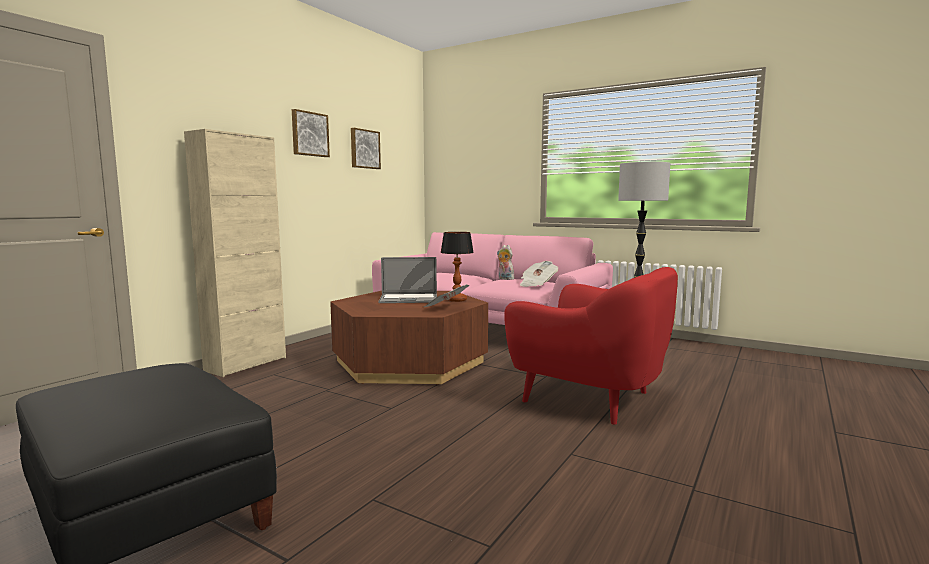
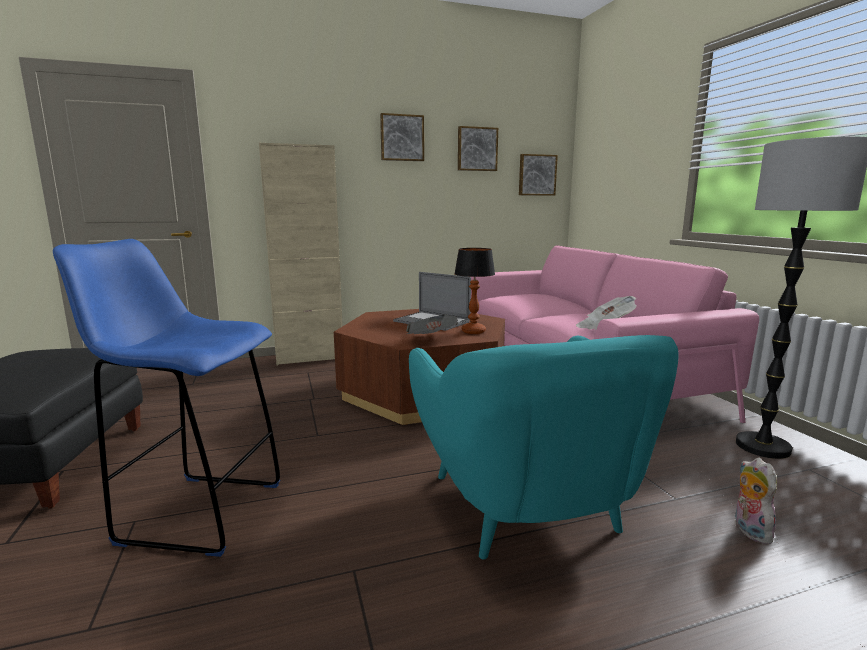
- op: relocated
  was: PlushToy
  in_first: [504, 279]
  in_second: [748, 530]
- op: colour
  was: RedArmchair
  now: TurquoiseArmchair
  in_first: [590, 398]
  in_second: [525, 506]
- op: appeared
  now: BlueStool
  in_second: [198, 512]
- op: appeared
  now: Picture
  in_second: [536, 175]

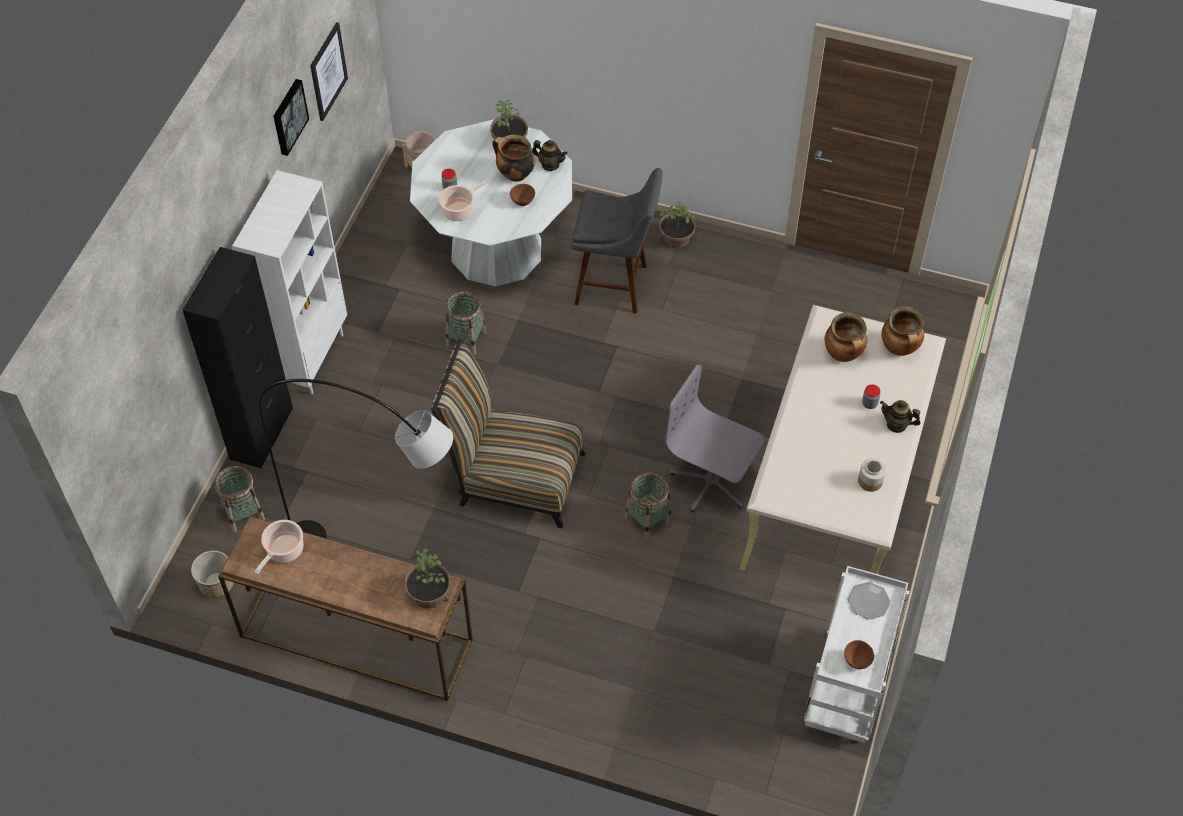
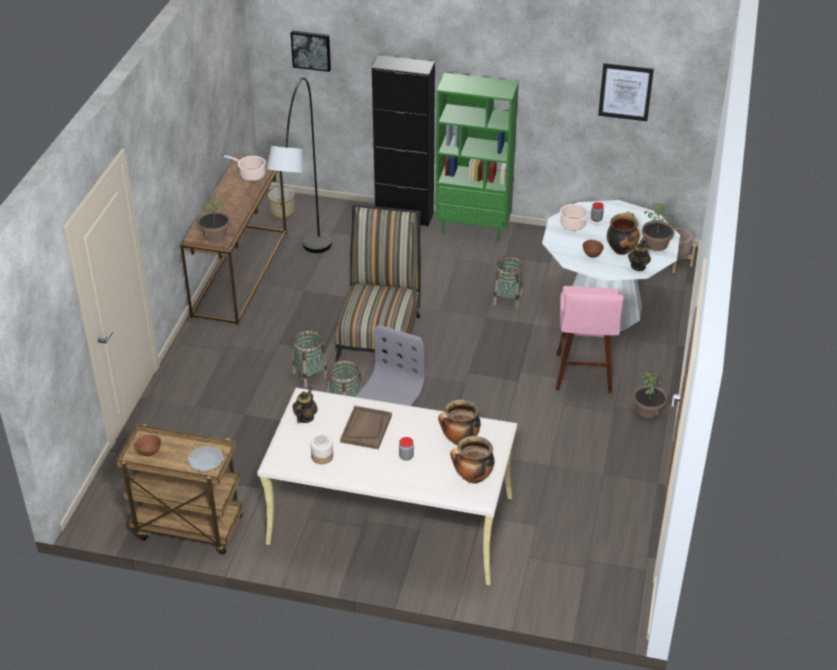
- op: relocated
  was: Basket
  in_first: [243, 513]
  in_second: [310, 375]
- op: colour
  was: WhiteBookcase
  now: GreenBookcase
  in_first: [310, 358]
  in_second: [473, 229]
- op: relocated
  was: Picture
  in_first: [288, 116]
  in_second: [311, 50]
- op: colour
  was: GreyStool
  now: PinkStool
  in_first: [615, 285]
  in_second: [583, 376]
- op: colour
  was: WhiteCart
  now: BrownCart
  in_first: [847, 689]
  in_second: [187, 528]
- op: relocated
  was: Teapot
  in_first: [896, 425]
  in_second: [305, 417]
- op: appeared
  now: BrownTray
  in_second: [366, 428]

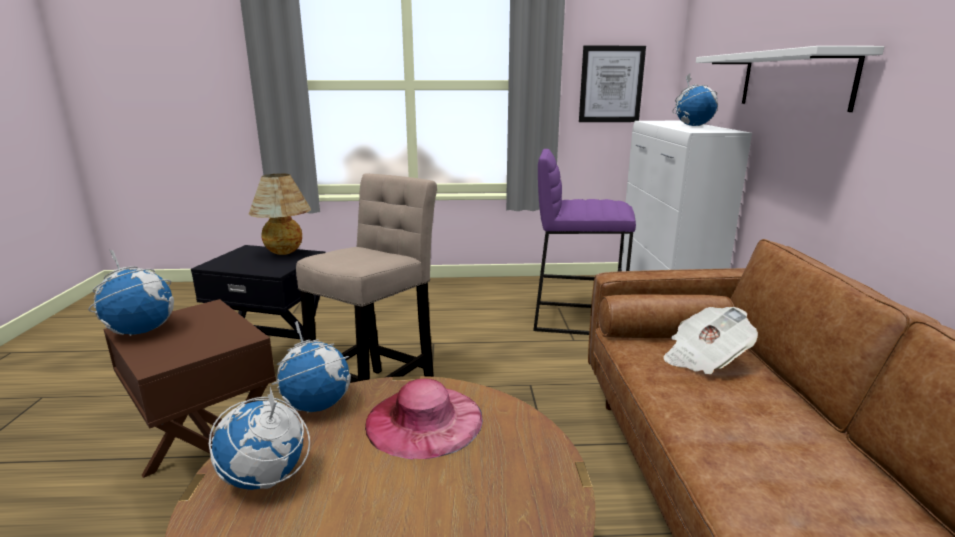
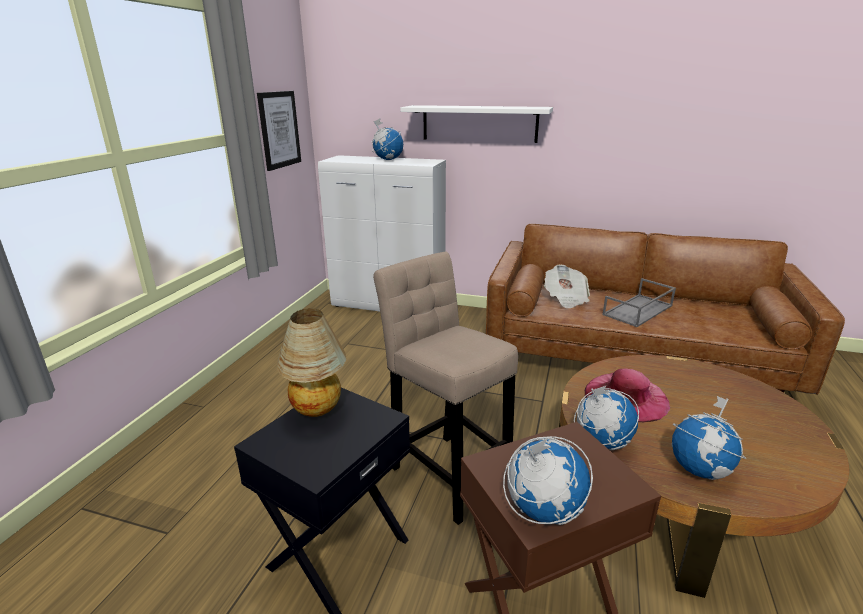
- op: missing
  was: PurpleStool
  in_first: [577, 318]
- op: appeared
  now: GreyTray
  in_second: [638, 311]

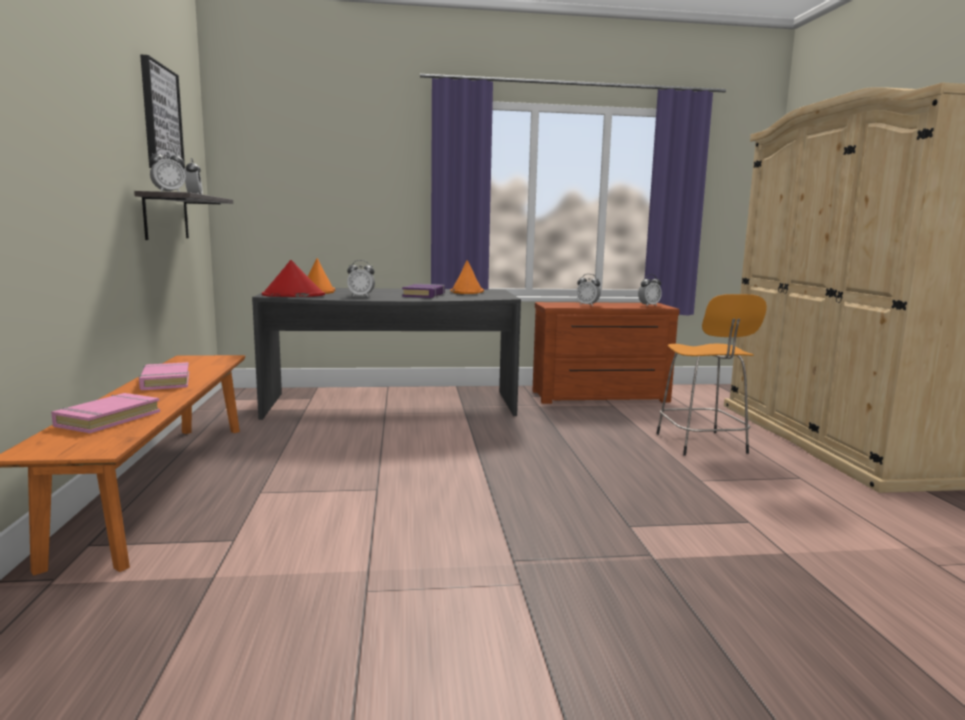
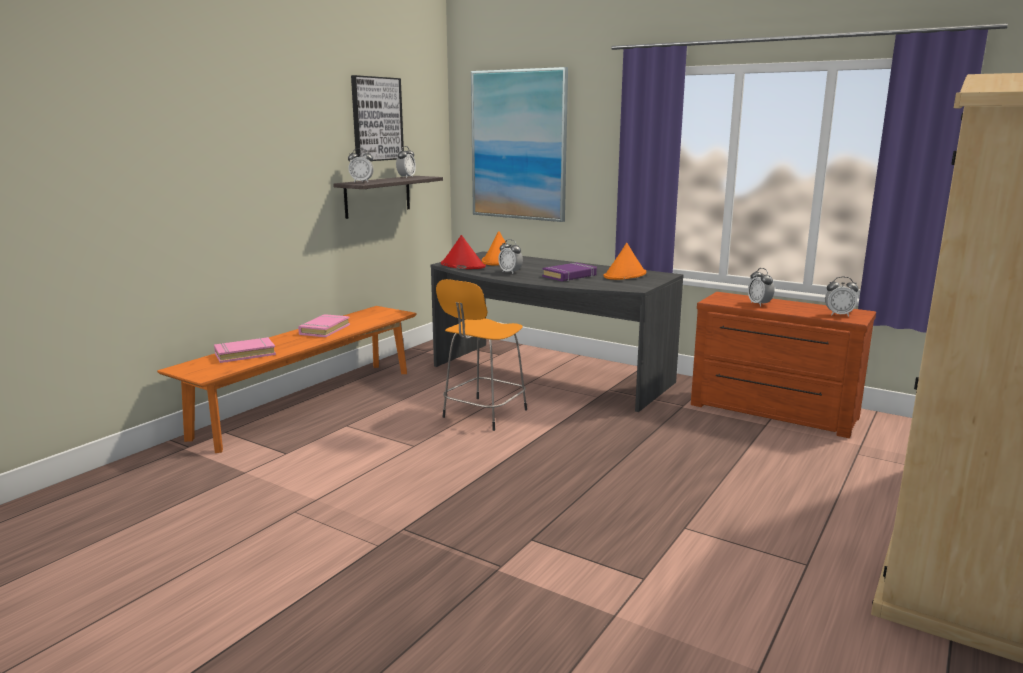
- op: relocated
  was: OrangeStool
  in_first: [702, 444]
  in_second: [483, 414]
- op: appeared
  now: Picture
  in_second: [518, 145]

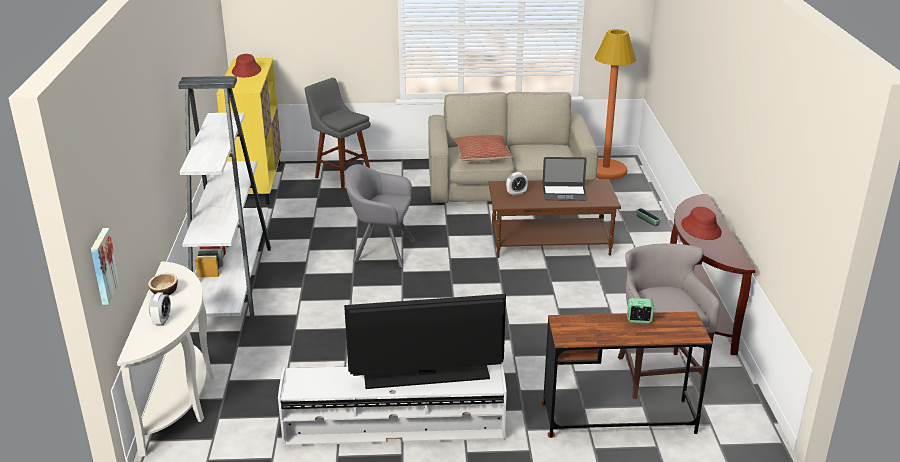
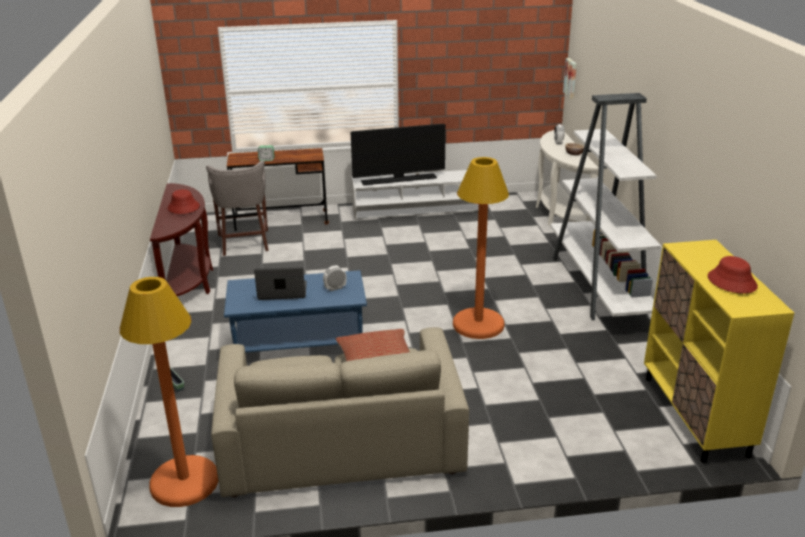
- op: missing
  was: GreyStool
  in_first: [341, 175]
- op: exchanged
  was: GreyArmchair
  now: OrangeFloorLamp
  in_first: [380, 250]
  in_second: [478, 324]
- op: colour
  was: BrownCoffeeTable
  now: BlueCoffeeTable
  in_first: [550, 243]
  in_second: [299, 344]

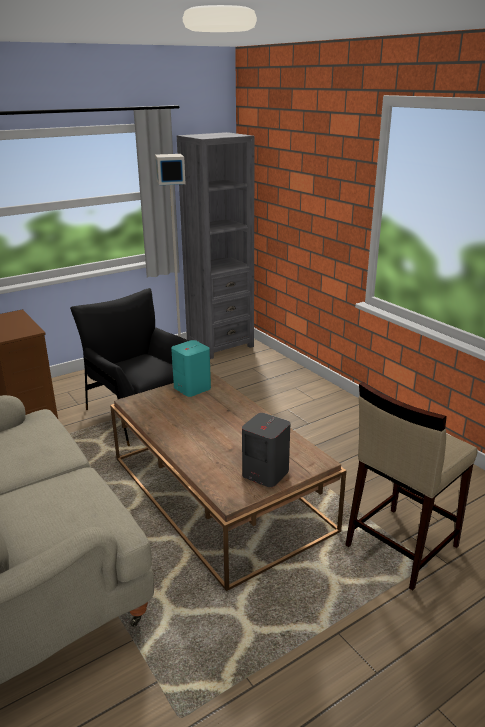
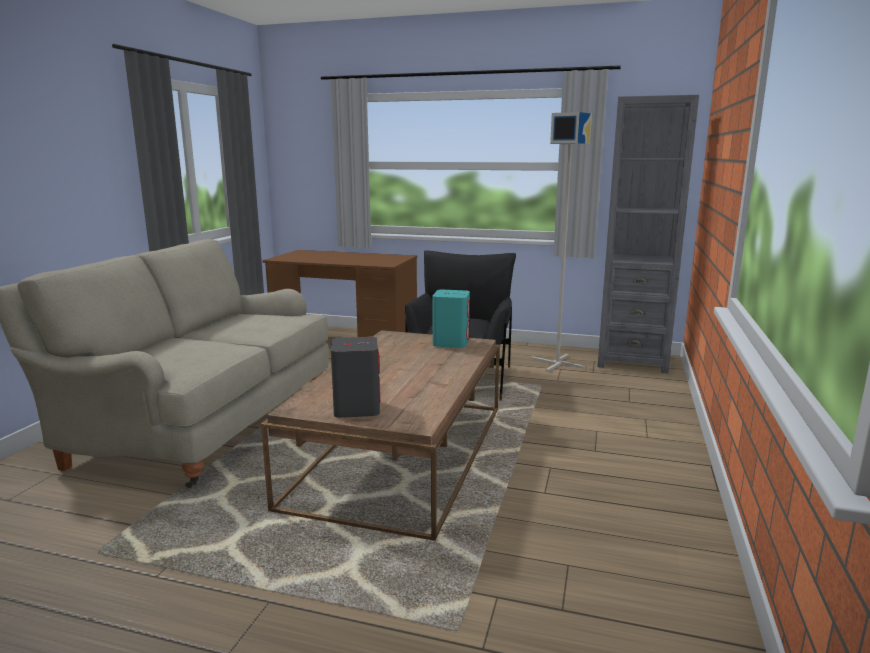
- op: missing
  was: BeigeStool
  in_first: [400, 546]

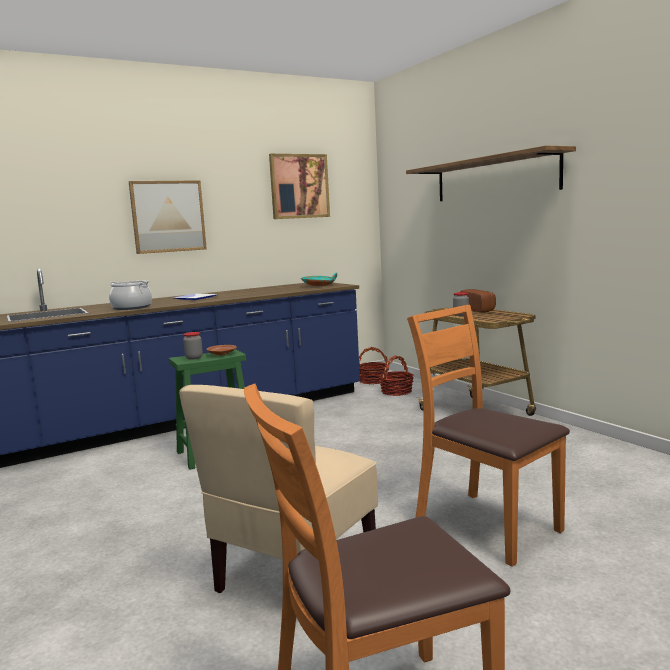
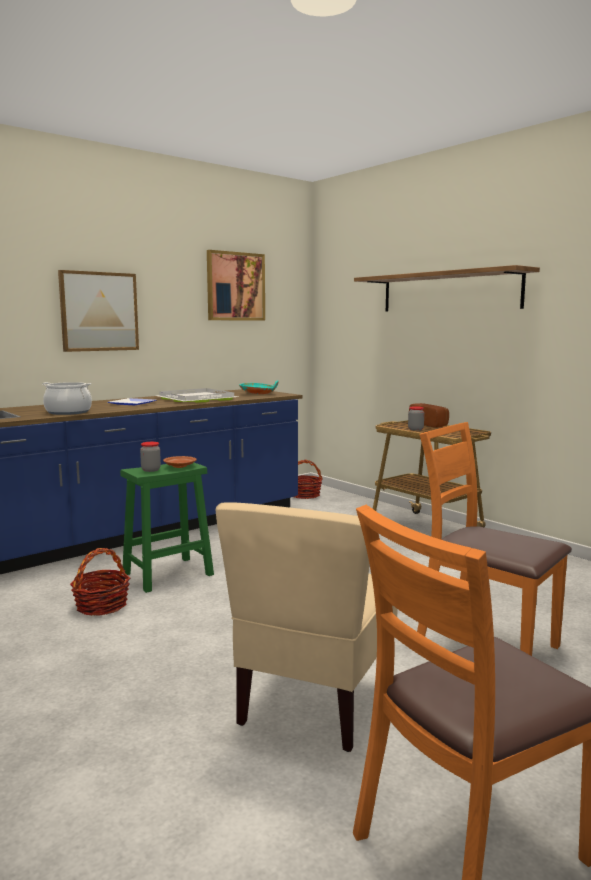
- op: relocated
  was: Basket
  in_first: [396, 392]
  in_second: [102, 605]
- op: appeared
  now: WhiteTray
  in_second: [198, 399]

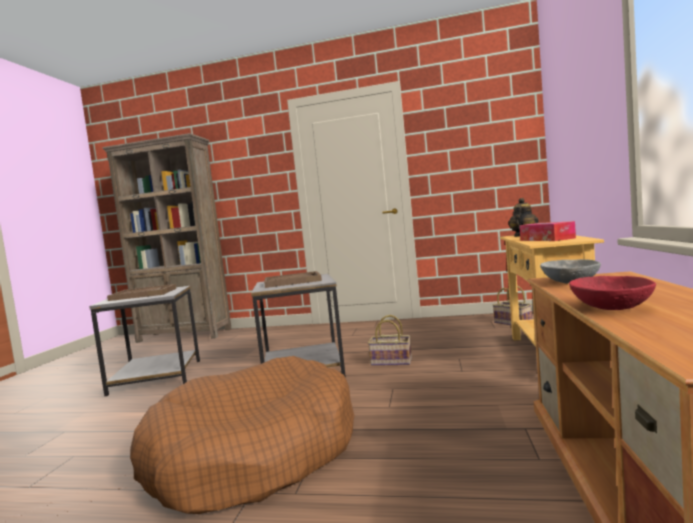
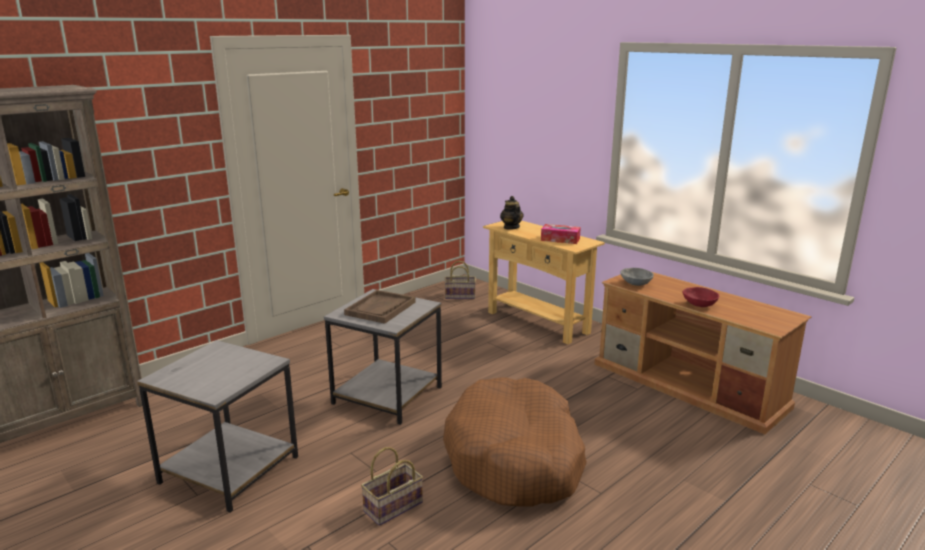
- op: missing
  was: BrownTray
  in_first: [143, 294]
- op: relocated
  was: Basket
  in_first: [390, 362]
  in_second: [392, 508]

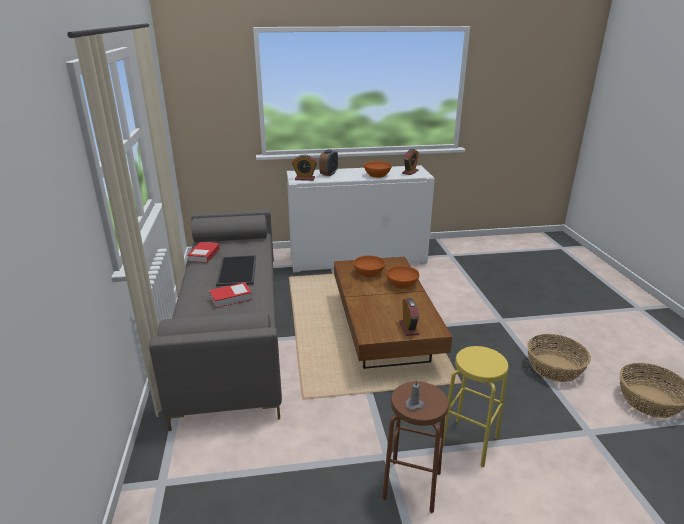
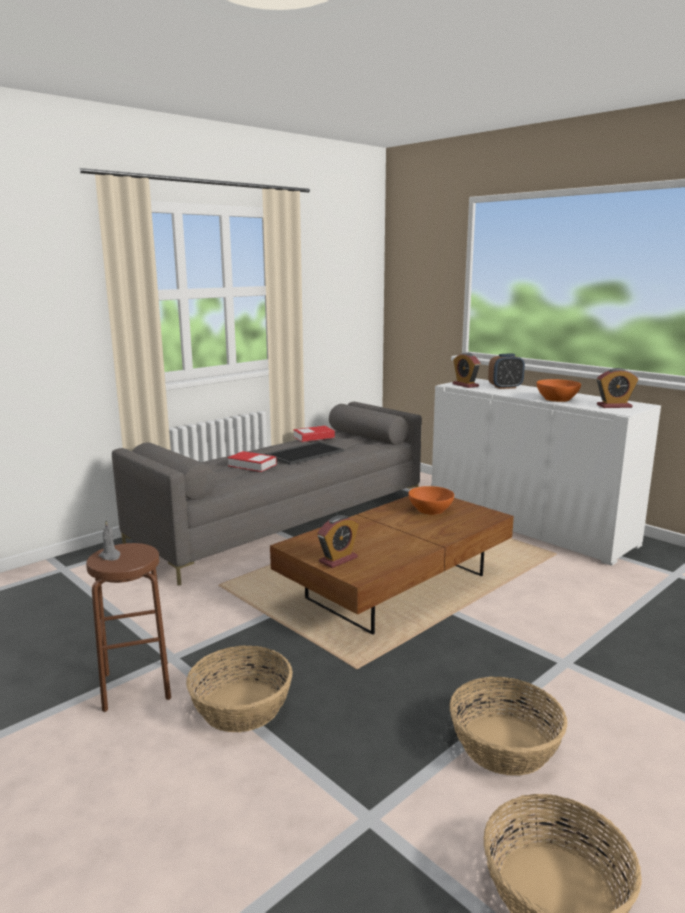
- op: missing
  was: OrangeBowl
  in_first: [402, 284]
- op: exchanged
  was: YellowStool
  now: Basket
  in_first: [469, 442]
  in_second: [241, 706]

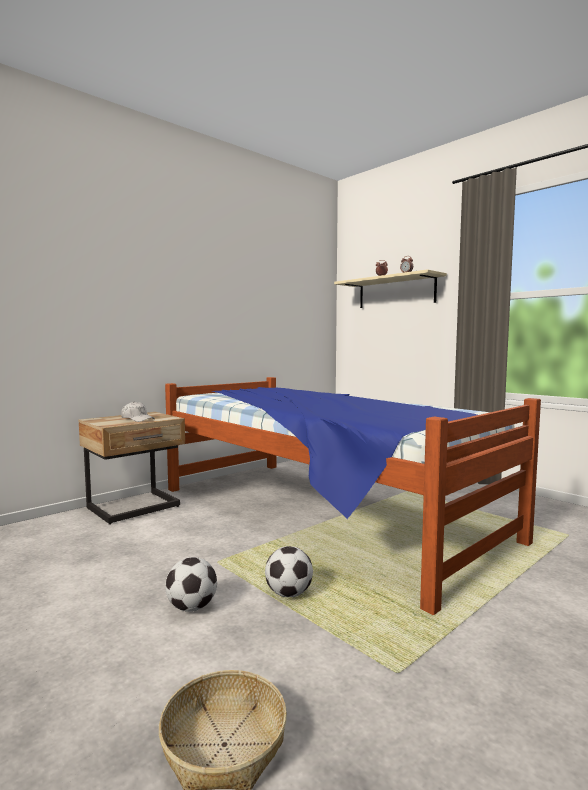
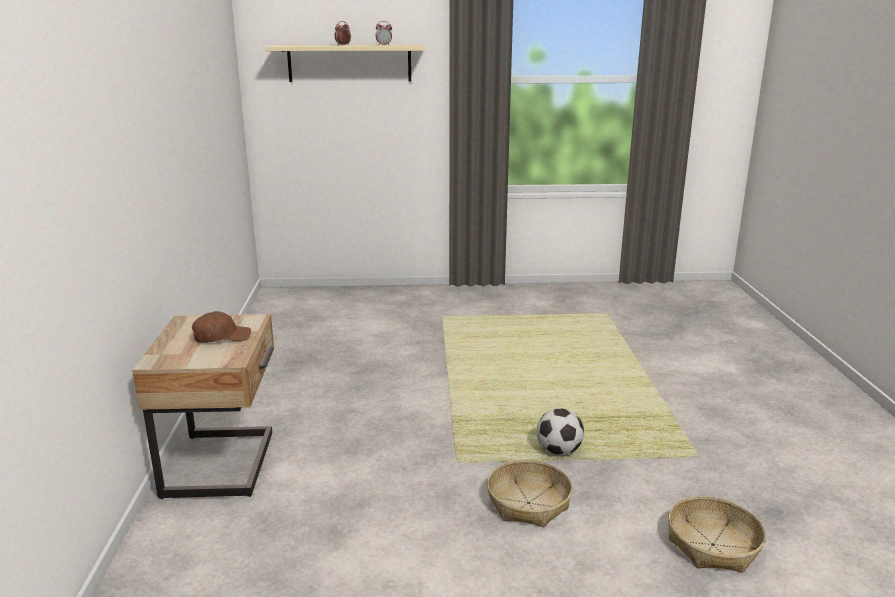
- op: colour
  was: WhiteCap
  now: BrownCap
  in_first: [137, 419]
  in_second: [221, 337]
- op: missing
  was: Bed
  in_first: [320, 513]
- op: exchanged
  was: Football
  now: Basket
  in_first: [192, 607]
  in_second: [528, 503]

